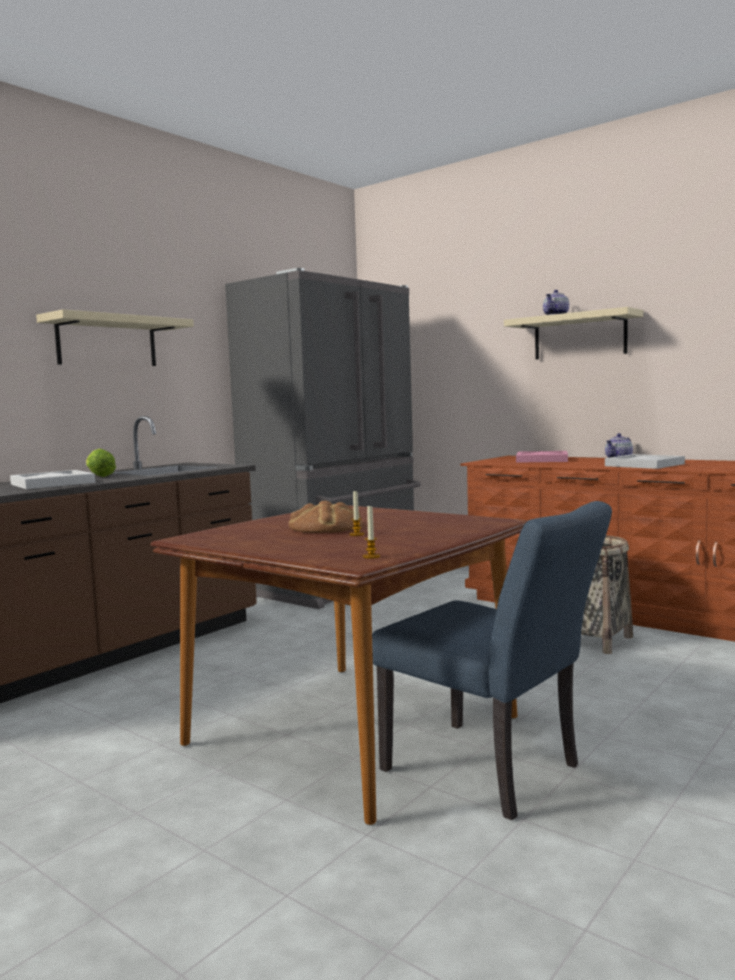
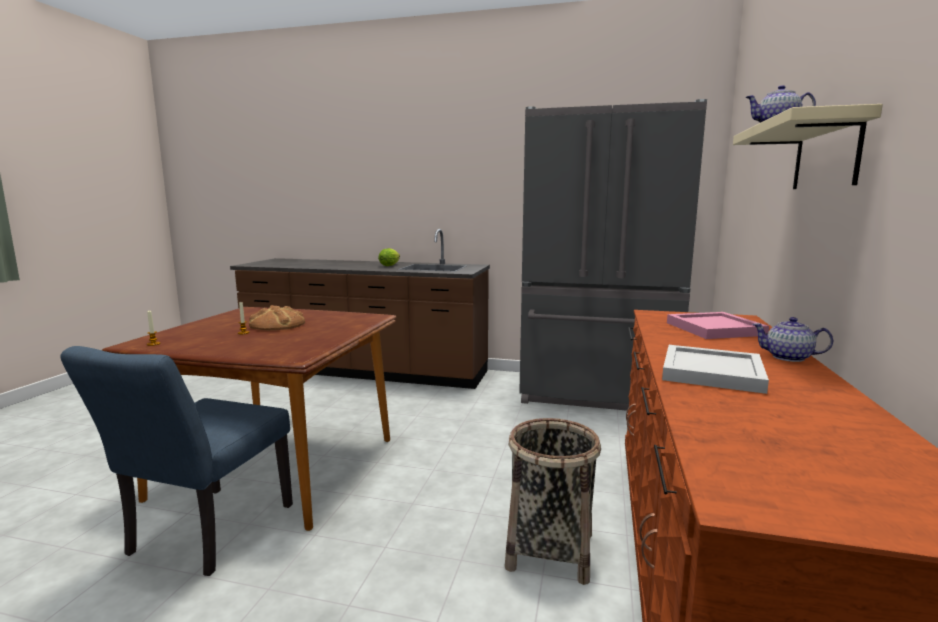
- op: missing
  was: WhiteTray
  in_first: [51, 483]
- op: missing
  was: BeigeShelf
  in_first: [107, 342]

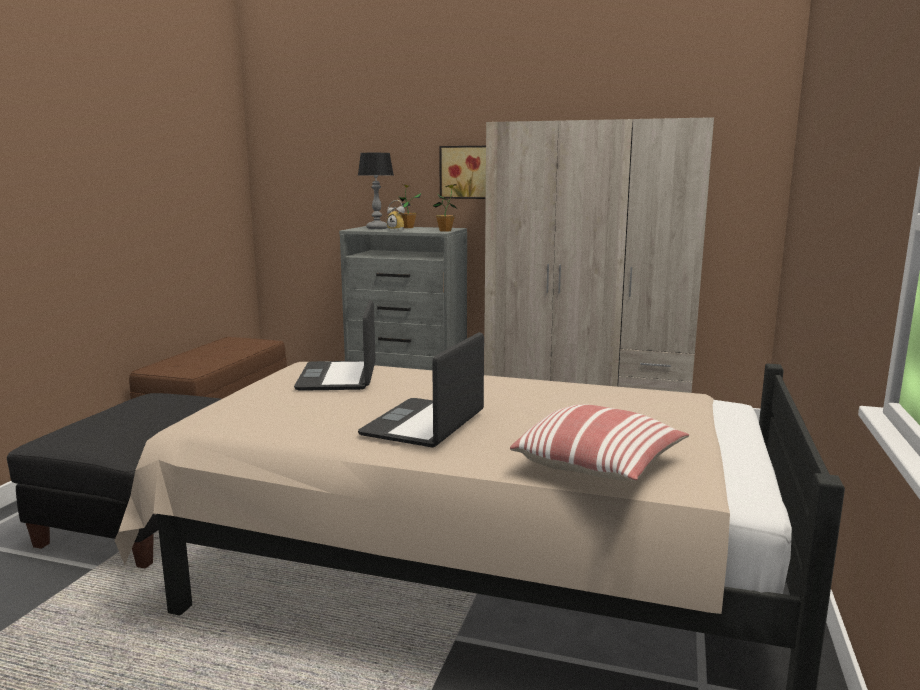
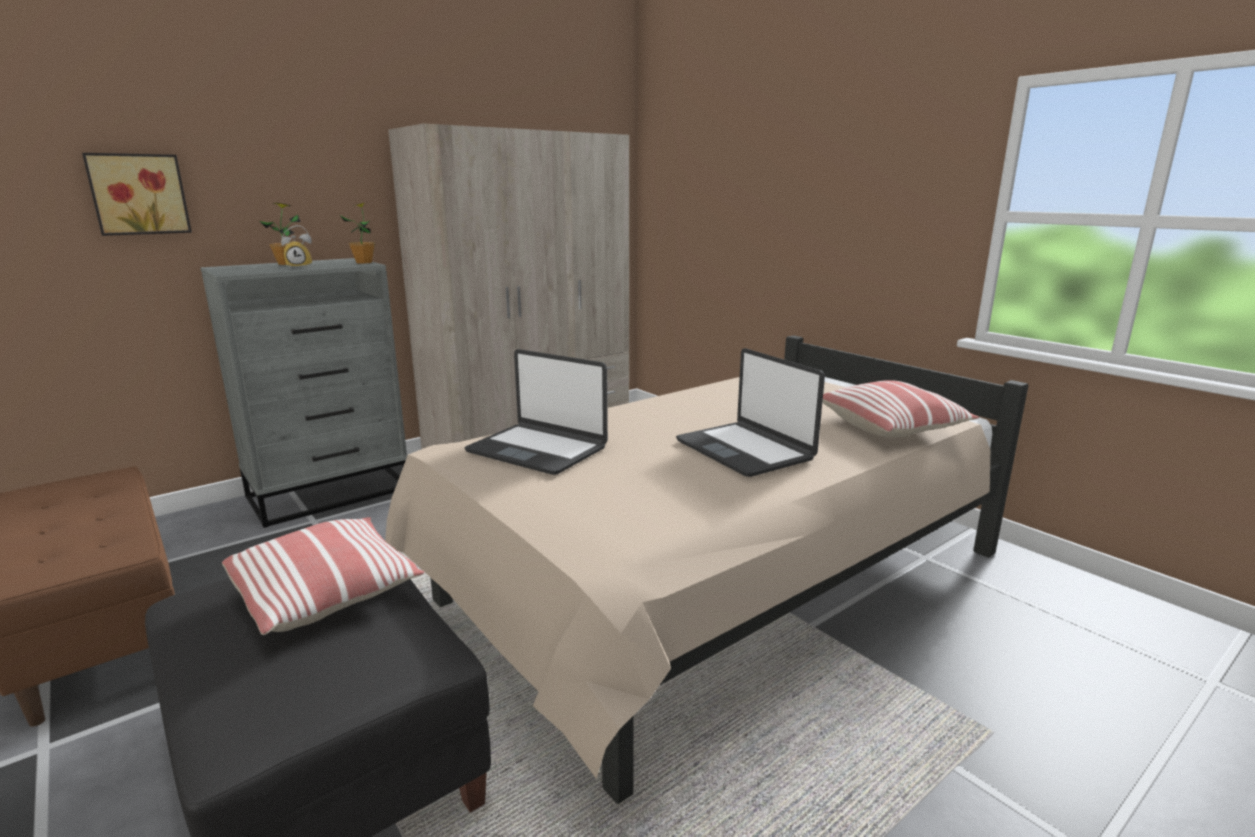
- op: missing
  was: TableLamp
  in_first: [377, 228]
- op: relocated
  was: Picture
  in_first: [465, 172]
  in_second: [139, 194]
- op: appeared
  now: Pillow
  in_second: [327, 593]

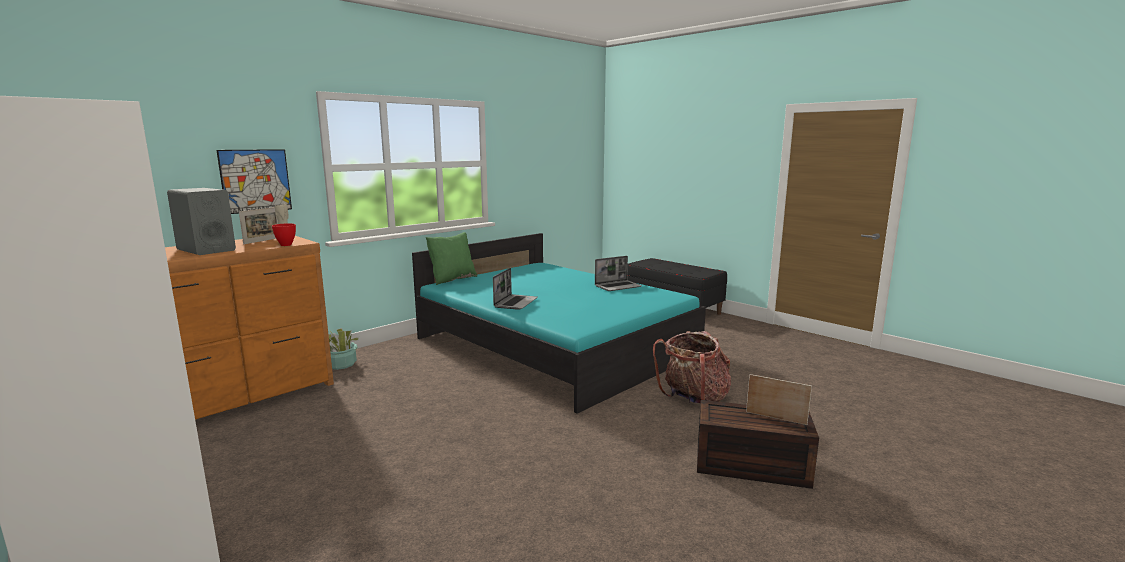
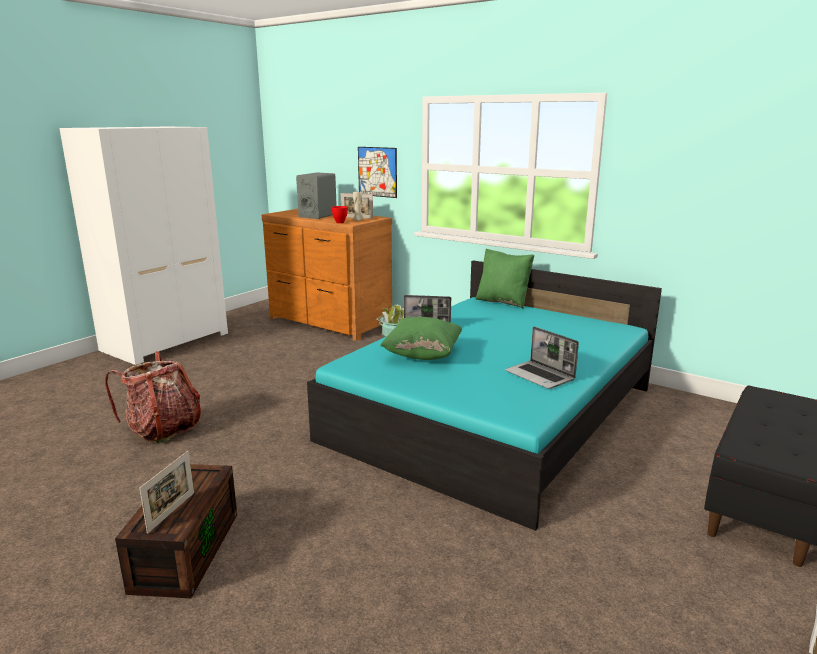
- op: relocated
  was: Backpack
  in_first: [693, 399]
  in_second: [163, 429]
- op: appeared
  now: GreenPillow
  in_second: [423, 355]

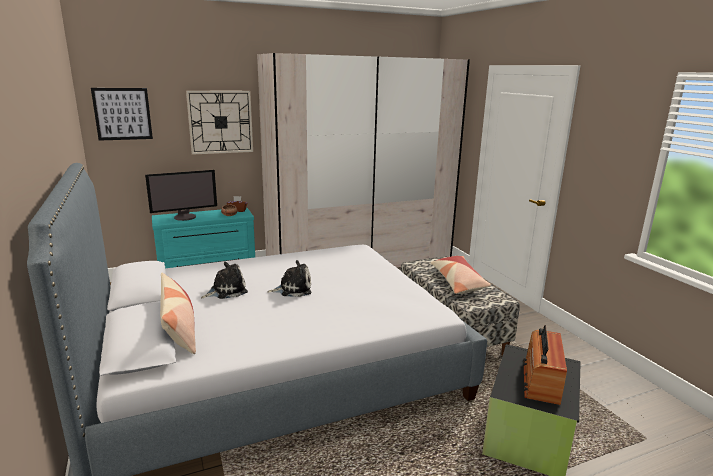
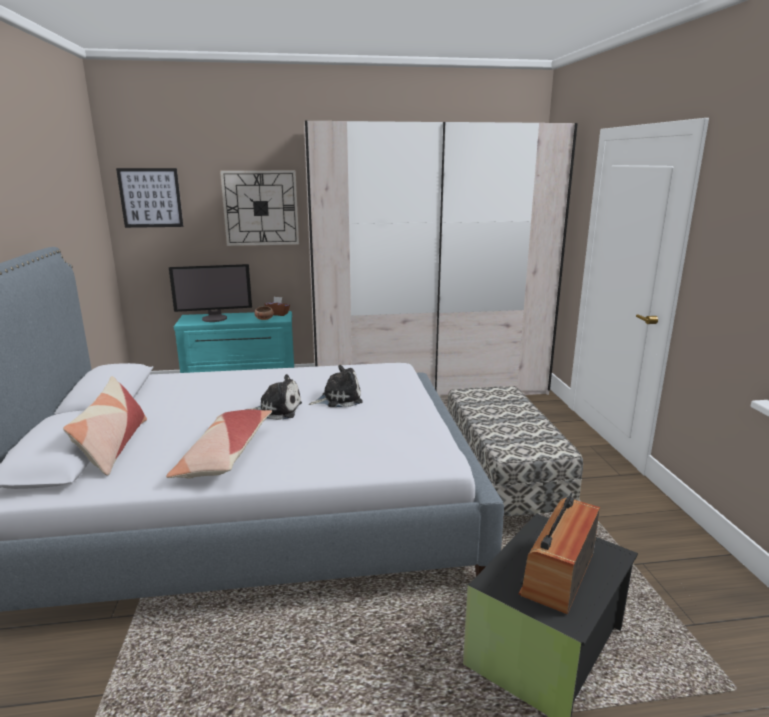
- op: relocated
  was: PlushToy
  in_first: [226, 291]
  in_second: [338, 399]
- op: relocated
  was: Pillow
  in_first: [458, 282]
  in_second: [225, 455]

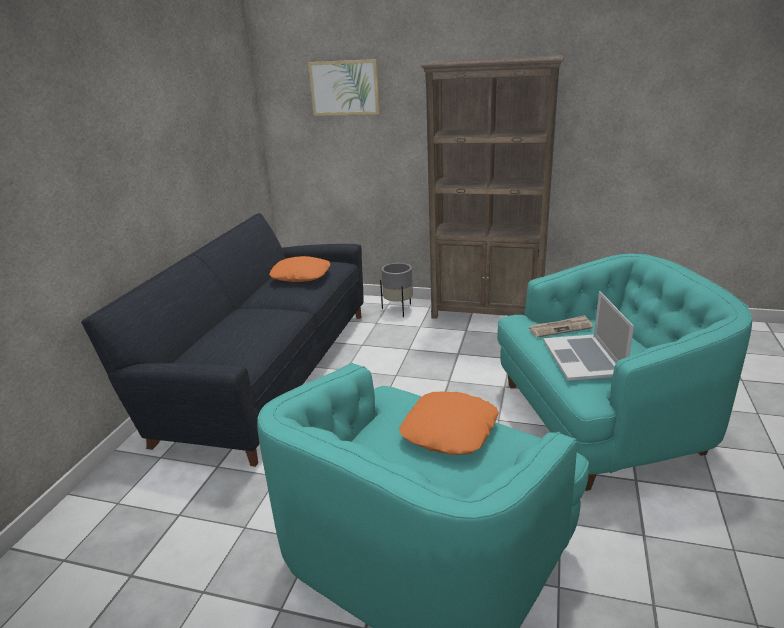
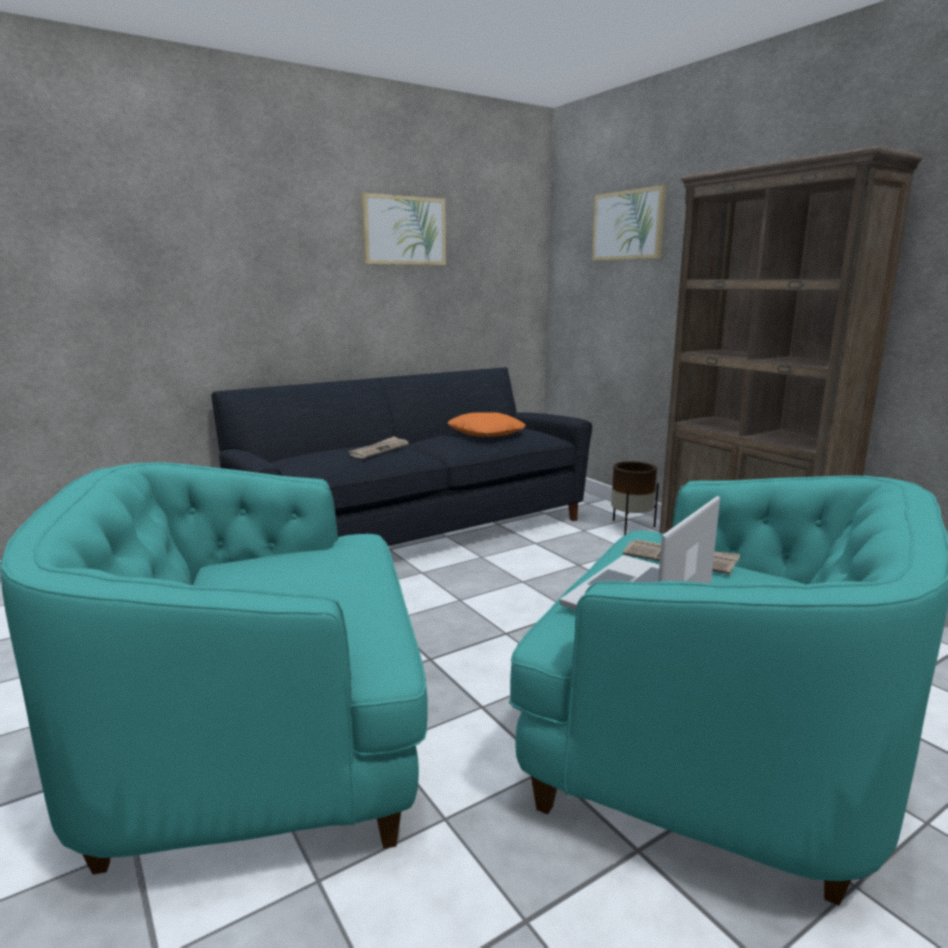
- op: colour
  was: GreyPlanter
  now: BrownPlanter
  in_first: [398, 309]
  in_second: [630, 527]
- op: missing
  was: OrangePillow
  in_first: [448, 430]
- op: appeared
  now: Newspaper
  in_second: [379, 450]
- op: appeared
  now: Picture
  in_second: [404, 231]

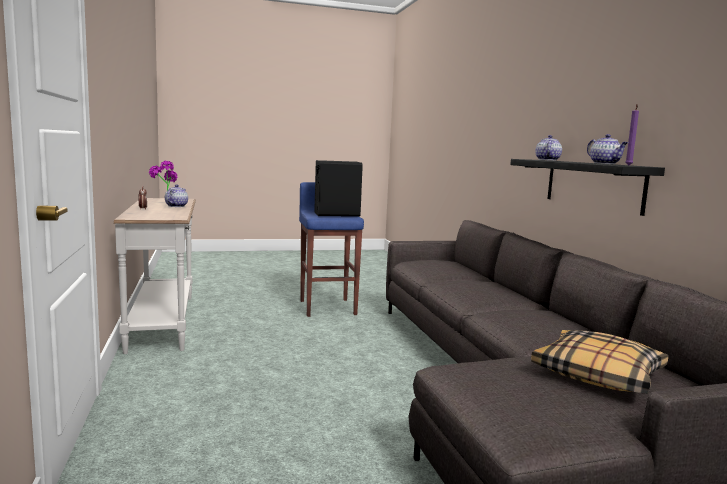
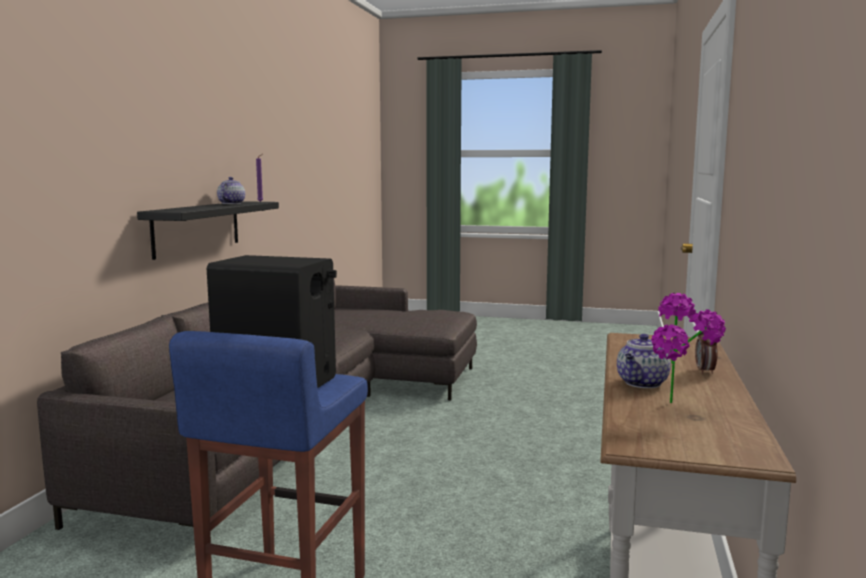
- op: missing
  was: Pillow
  in_first: [597, 375]
- op: missing
  was: Teapot
  in_first: [547, 160]

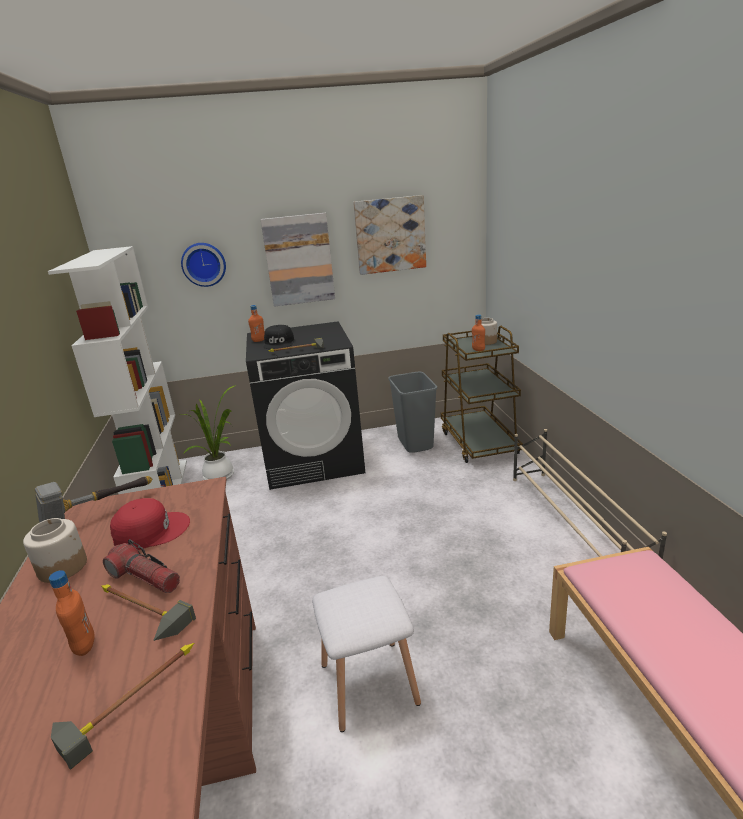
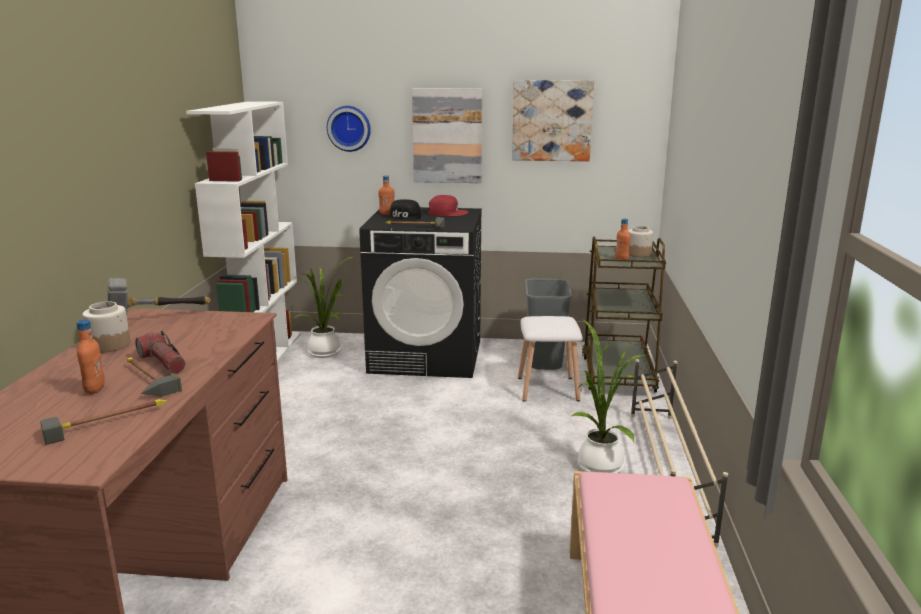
- op: relocated
  was: RedCap
  in_first: [151, 530]
  in_second: [447, 213]
- op: relocated
  was: WhiteStool
  in_first: [370, 684]
  in_second: [548, 389]
- op: appeared
  now: PottedPlant
  in_second: [599, 464]

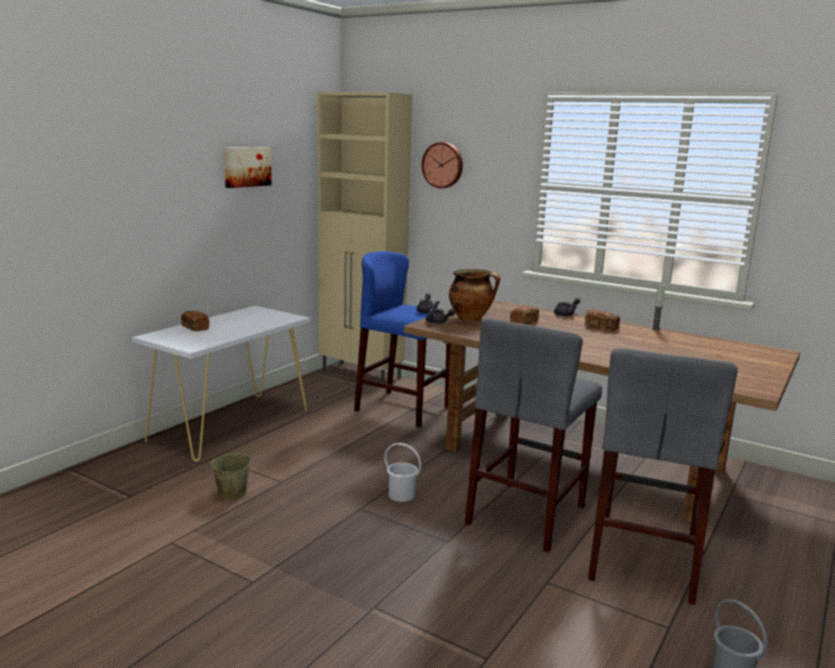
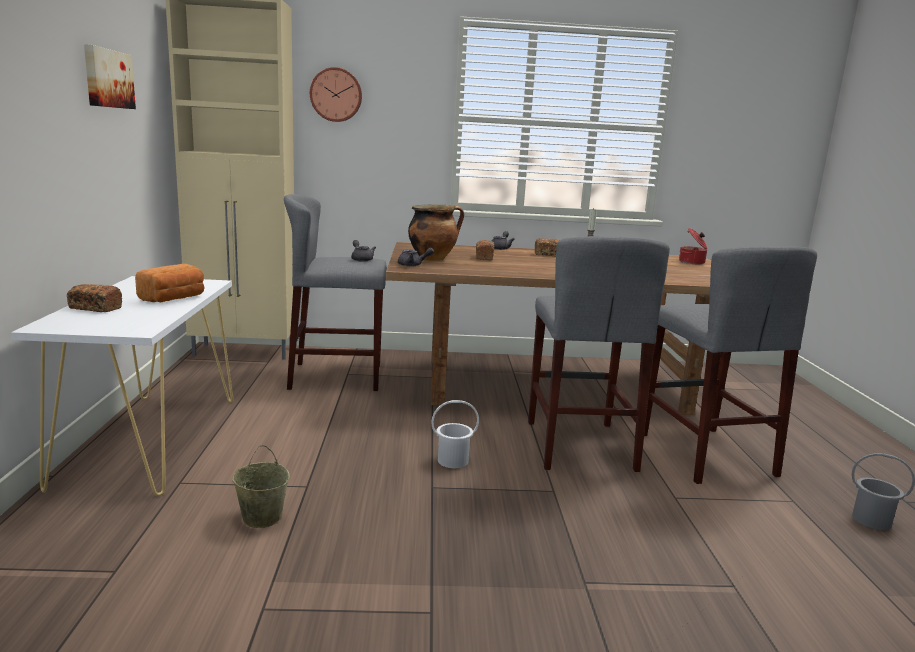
- op: colour
  was: BlueStool
  now: GreyStool
  in_first: [402, 408]
  in_second: [336, 377]
- op: appeared
  now: Bread
  in_second: [174, 298]
- op: appeared
  now: CookingPot
  in_second: [692, 262]

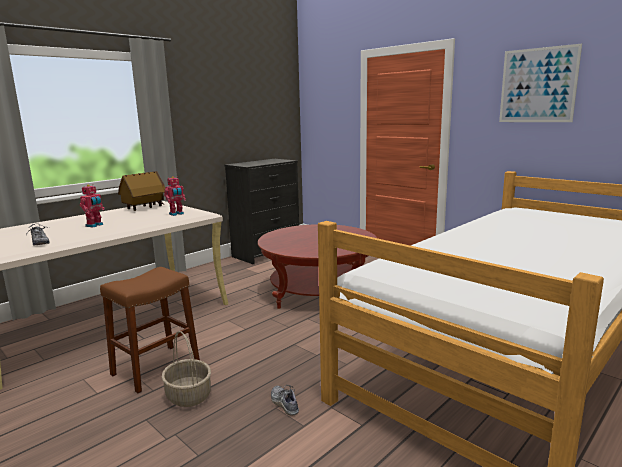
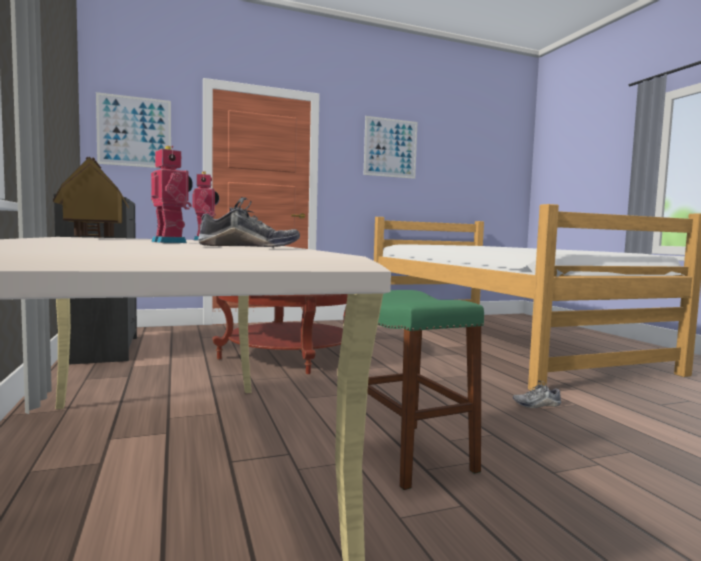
- op: colour
  was: BrownStool
  now: GreenStool
  in_first: [156, 368]
  in_second: [409, 454]
- op: missing
  was: Basket
  in_first: [188, 395]
- op: appeared
  now: Picture
  in_second: [134, 132]

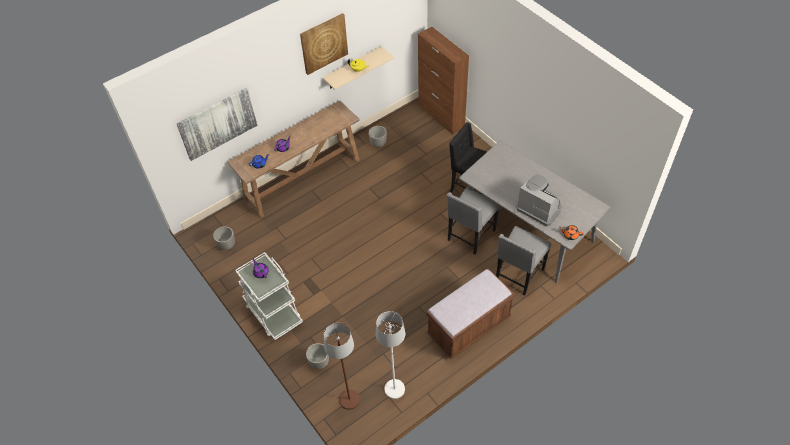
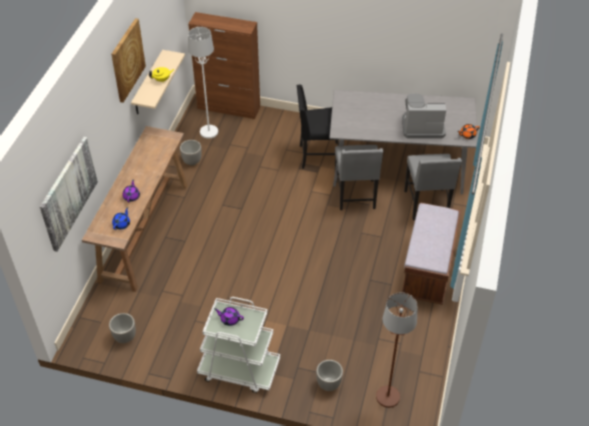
- op: relocated
  was: WhiteFloorLamp
  in_first: [394, 389]
  in_second: [209, 132]

